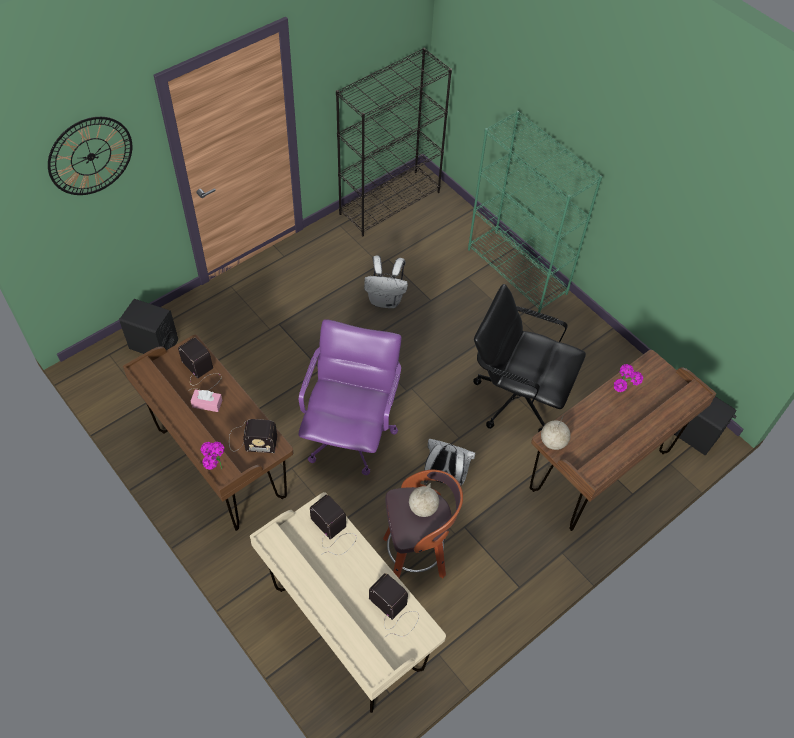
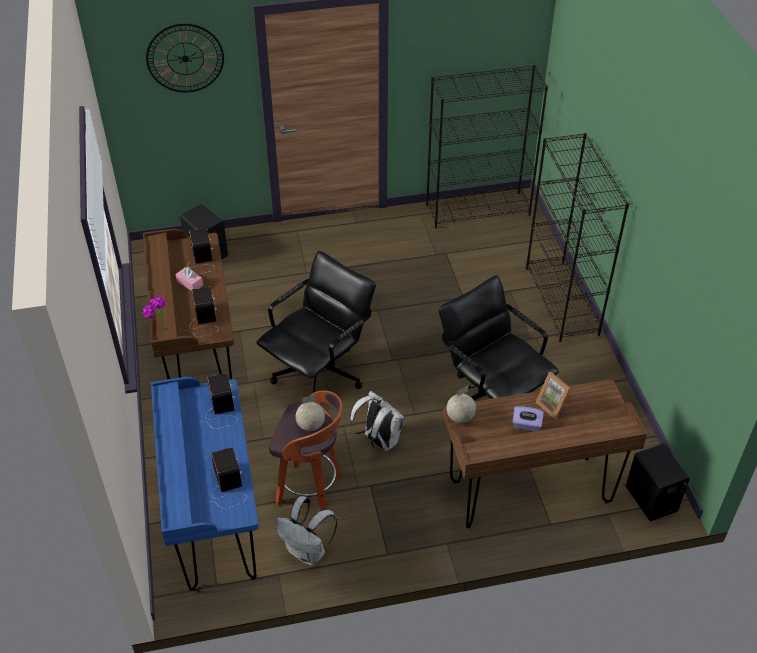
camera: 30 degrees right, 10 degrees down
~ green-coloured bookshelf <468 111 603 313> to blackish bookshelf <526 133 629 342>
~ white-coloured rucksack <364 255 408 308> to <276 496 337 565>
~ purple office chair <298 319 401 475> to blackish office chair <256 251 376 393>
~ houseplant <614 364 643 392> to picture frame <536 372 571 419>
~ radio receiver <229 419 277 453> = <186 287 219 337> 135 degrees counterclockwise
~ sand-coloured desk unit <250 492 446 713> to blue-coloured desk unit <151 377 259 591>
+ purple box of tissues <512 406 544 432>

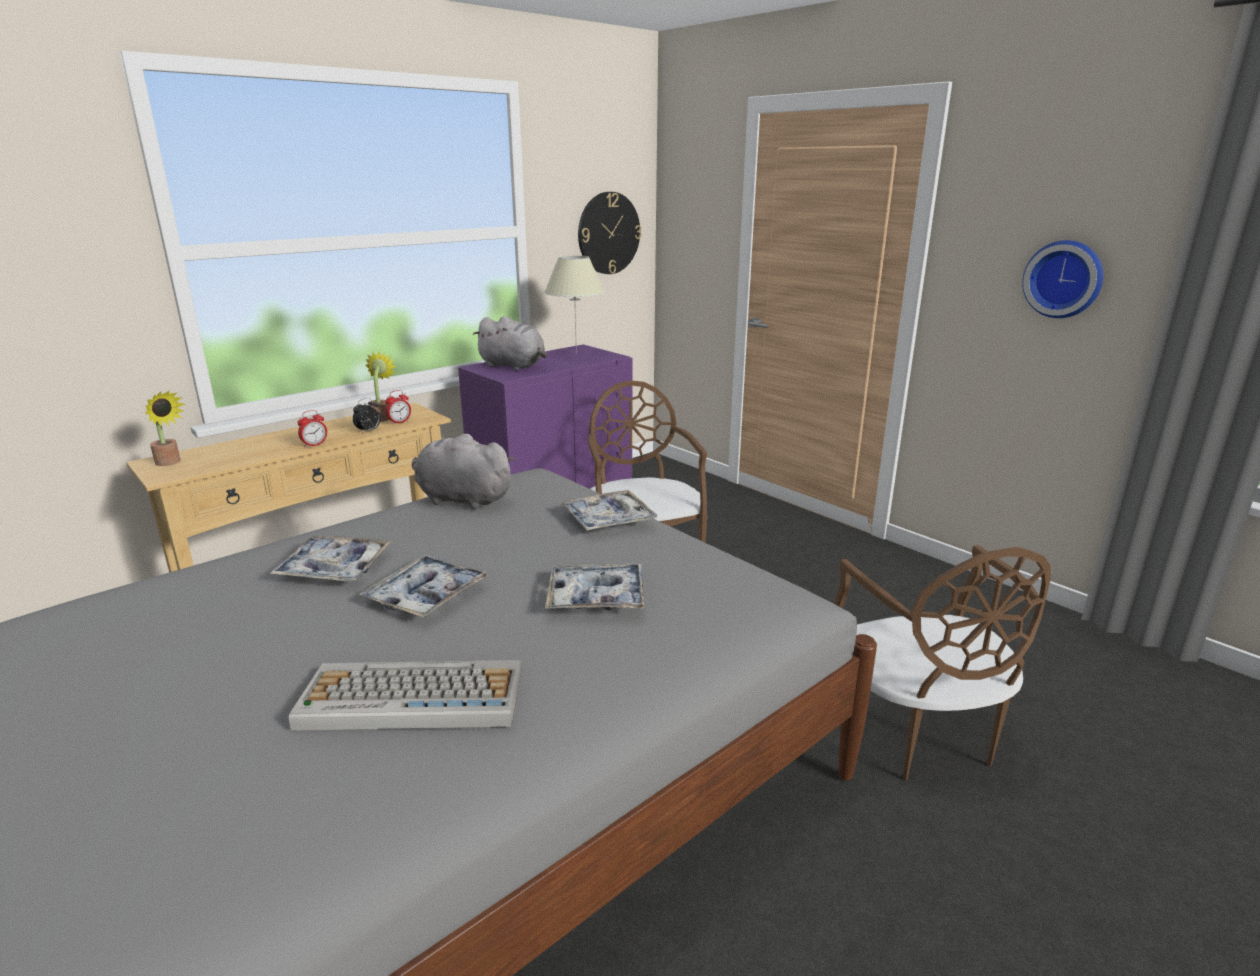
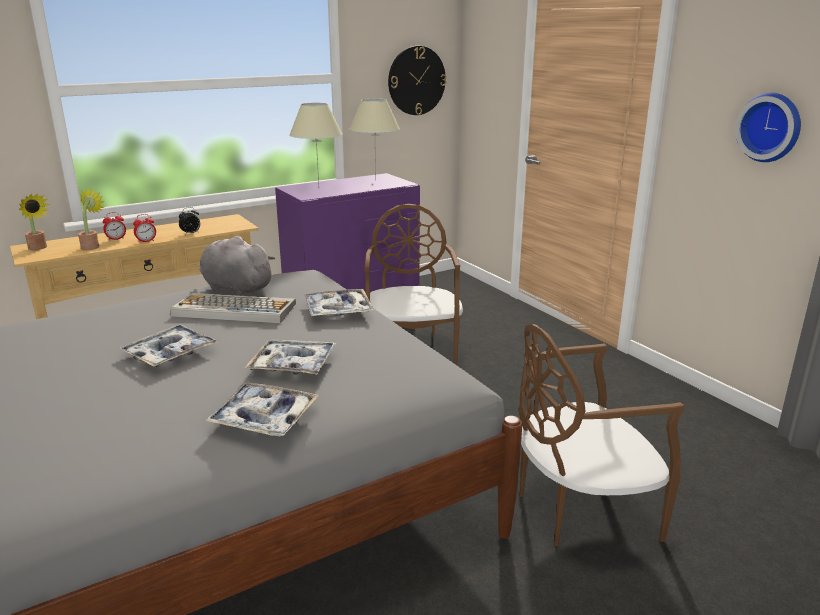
camera: 10 degrees right, 0 degrees up
~ gray plush toy <472 316 547 370> to sand-coloured tabletop lamp <289 103 343 186>
~ houseplant <366 352 396 422> to <78 189 105 250>
~ alarm clock <385 390 411 424> to <103 212 126 241>
~ tray <269 536 391 581> to <205 383 319 436>
~ brownish upright chair <834 545 1051 781> = <518 324 684 546> 75 degrees clockwise
~ keyboard <289 660 522 731> to <170 293 296 323>

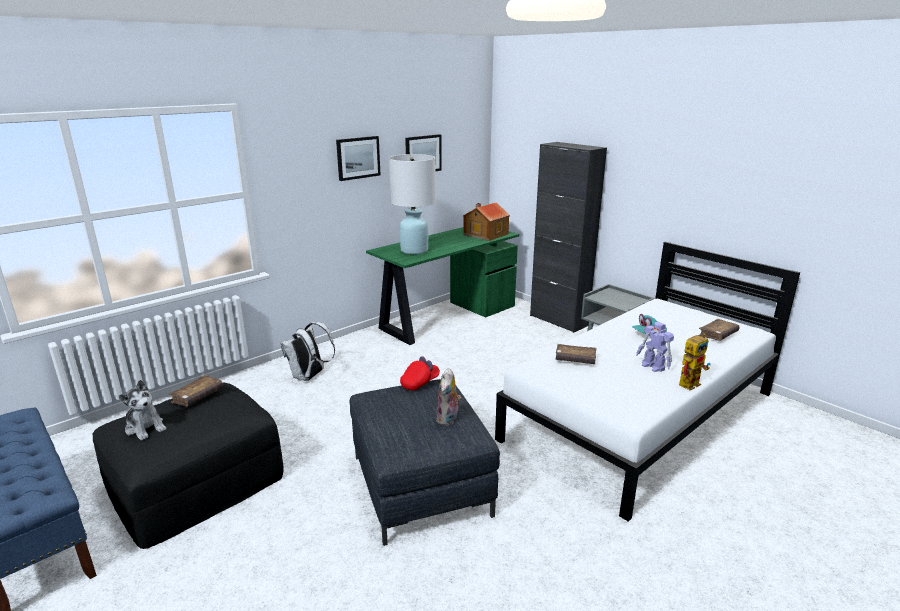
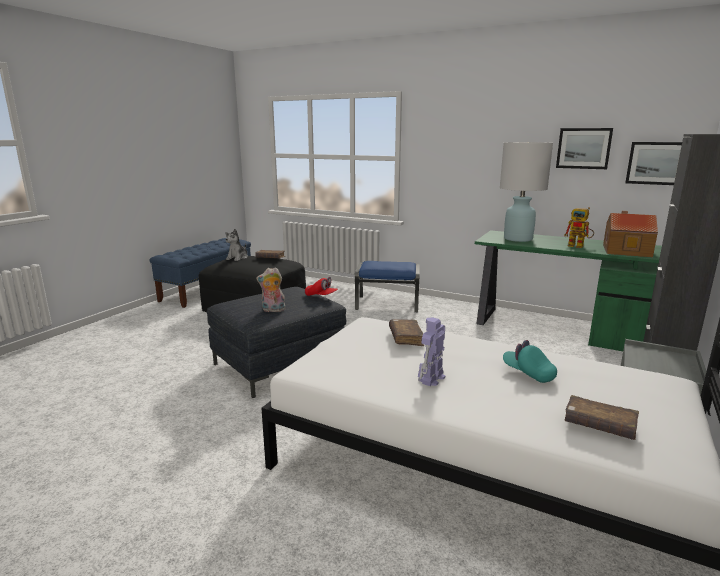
camera: 70 degrees right, 5 degrees down
~ wall picture <336 136 381 181> to <625 142 682 185>
~ white-coloured rucksack <280 322 335 381> to blue-coloured ottoman <355 261 420 312>
~ robot figure <679 333 710 390> to <564 207 594 248>

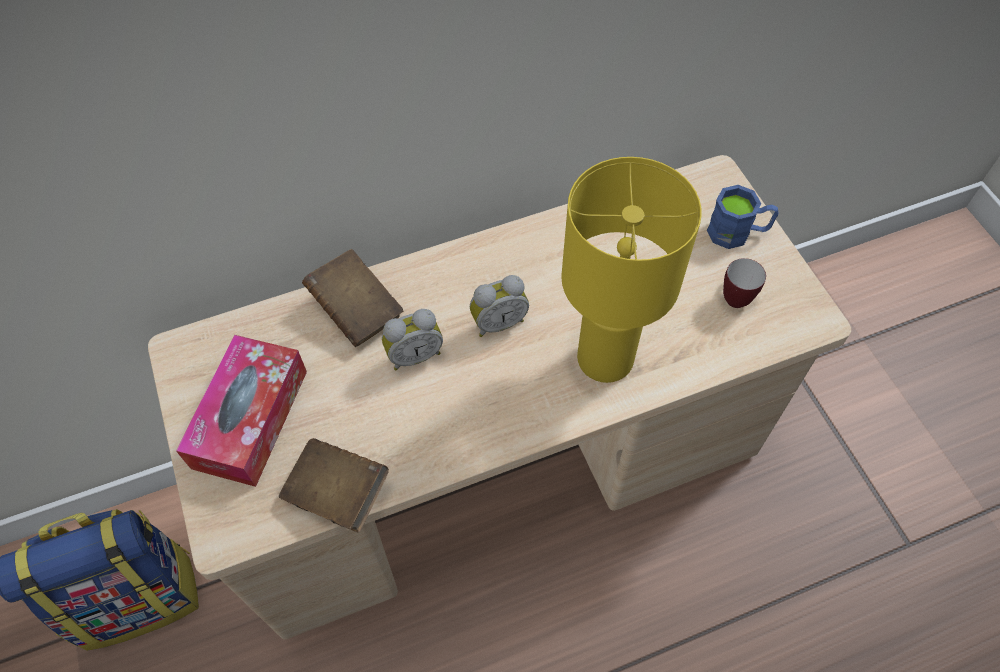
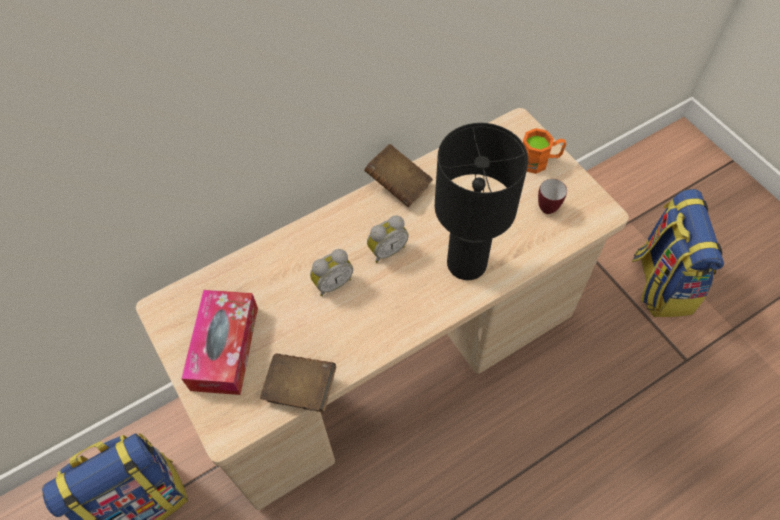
camera: 10 degrees left, 0 degrees up
~ yellow-coloured tabletop lamp <561 157 702 383> to blackish tabletop lamp <435 123 528 280>
~ blue-coloured mug <707 185 778 249> to orange-coloured mug <523 128 566 174>
~ brownish bound book <302 249 403 347> to <364 144 433 207>
+ rucksack <631 189 724 317>

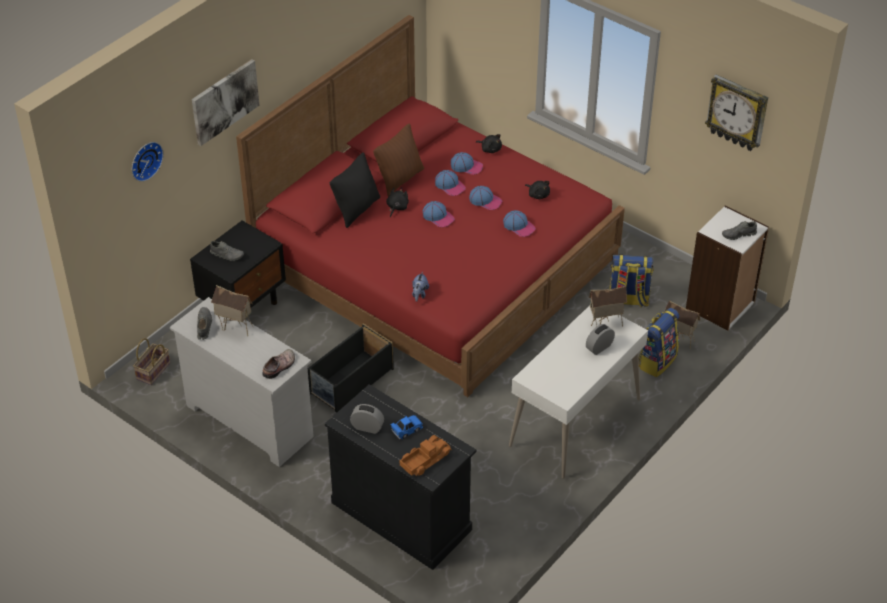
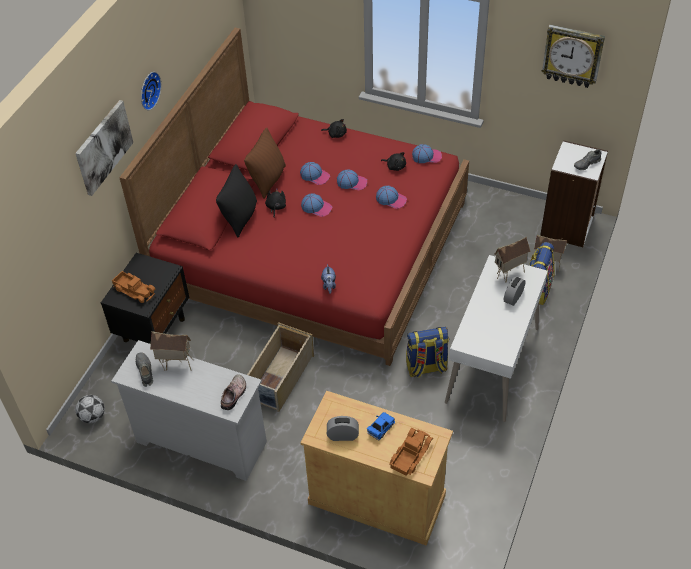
camera: 15 degrees left, 5 degrees up
~ clock on the wall <132 142 164 182> to <141 72 161 110>
~ baseball cap <451 152 483 175> to <412 144 442 163>
~ gray low shoe <210 241 244 261> to toy truck <112 271 155 303>
~ rucksack <610 254 654 308> to <406 327 449 378>
~ blackish storage bin <308 323 394 413> to sand-coloured storage bin <247 322 314 412>
~ storage basket <133 338 170 385> to football ball <75 395 105 423>
~ blackish storage cabinet <325 384 476 570> to sand-coloured storage cabinet <301 391 453 546>

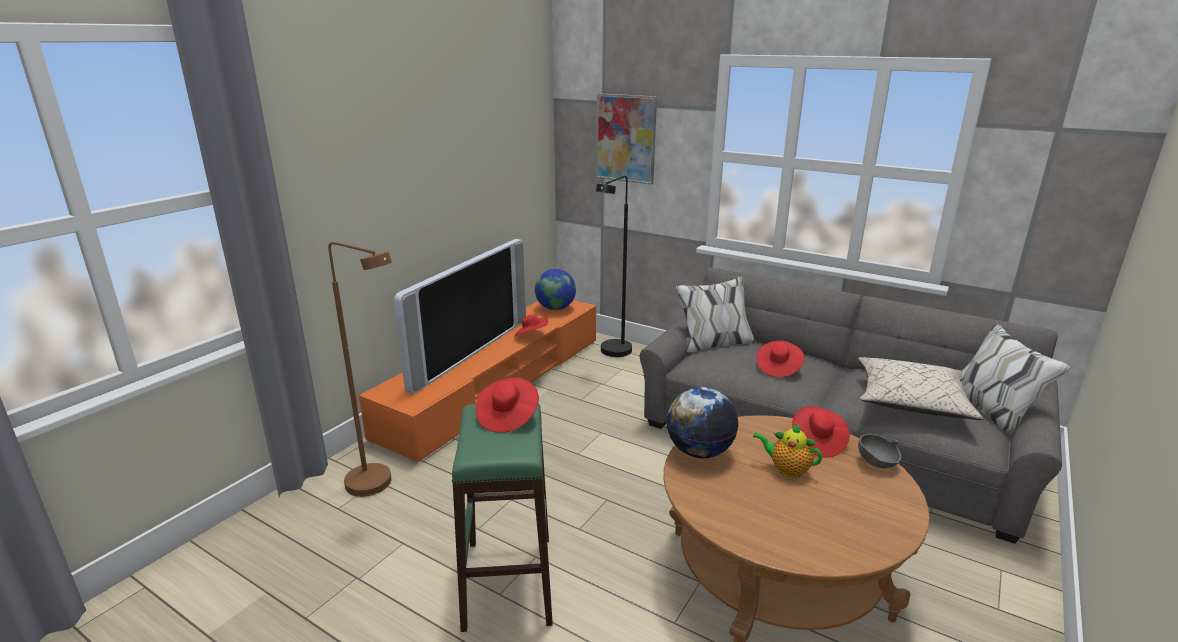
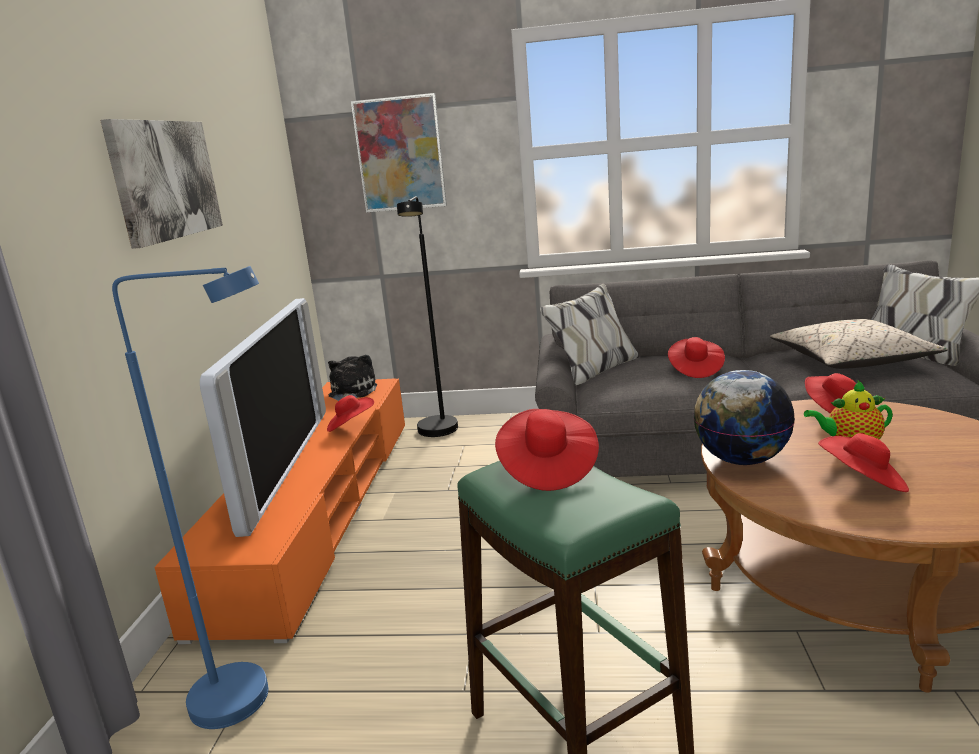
camera: 25 degrees left, 5 degrees down
~ brownish floor lamp <328 242 392 497> to blue-coloured floor lamp <112 266 269 729>
~ globe <535 269 576 310> to plush toy <328 355 377 401>
- gray deep dish <858 434 901 468>
+ wall picture <100 119 223 249>
+ reddish hat <818 433 909 492>

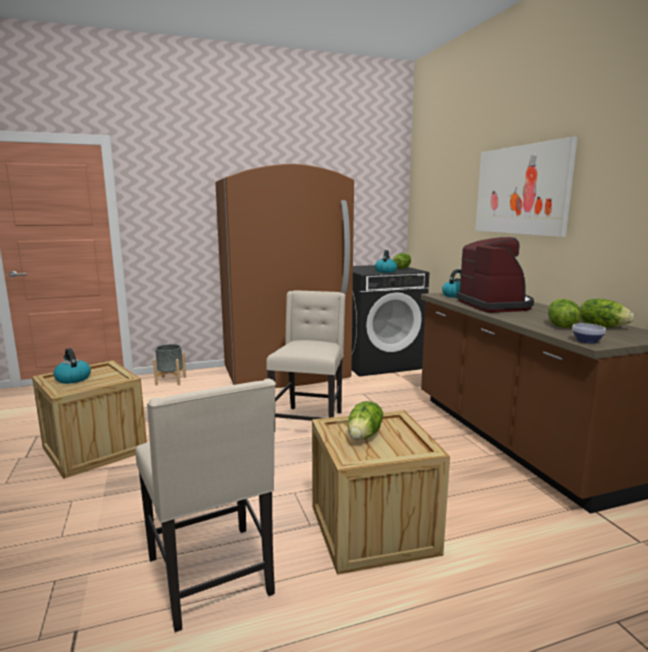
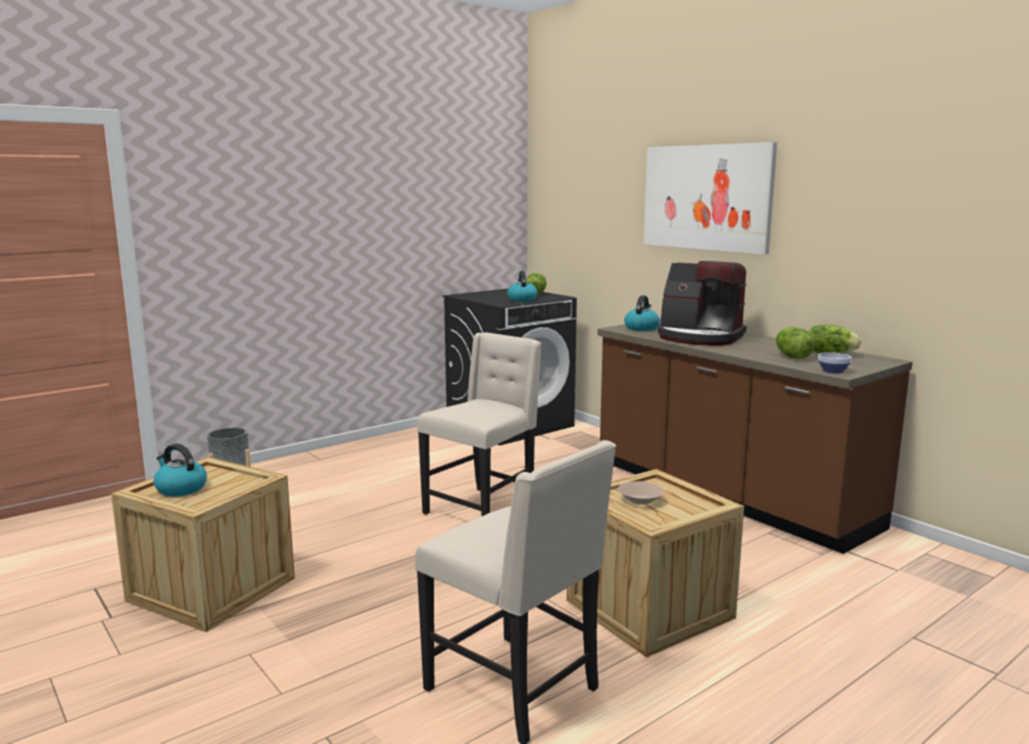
camera: 20 degrees left, 0 degrees up
- brownish kitchen fridge <215 164 354 388>
~ coffee brewer <456 237 534 313> = <657 261 747 346> 150 degrees clockwise
~ sand-coloured upright chair <266 290 346 433> = <417 332 542 517> 45 degrees clockwise
~ head of lettuce <348 401 383 440> to sand-coloured deep dish <618 481 664 505>

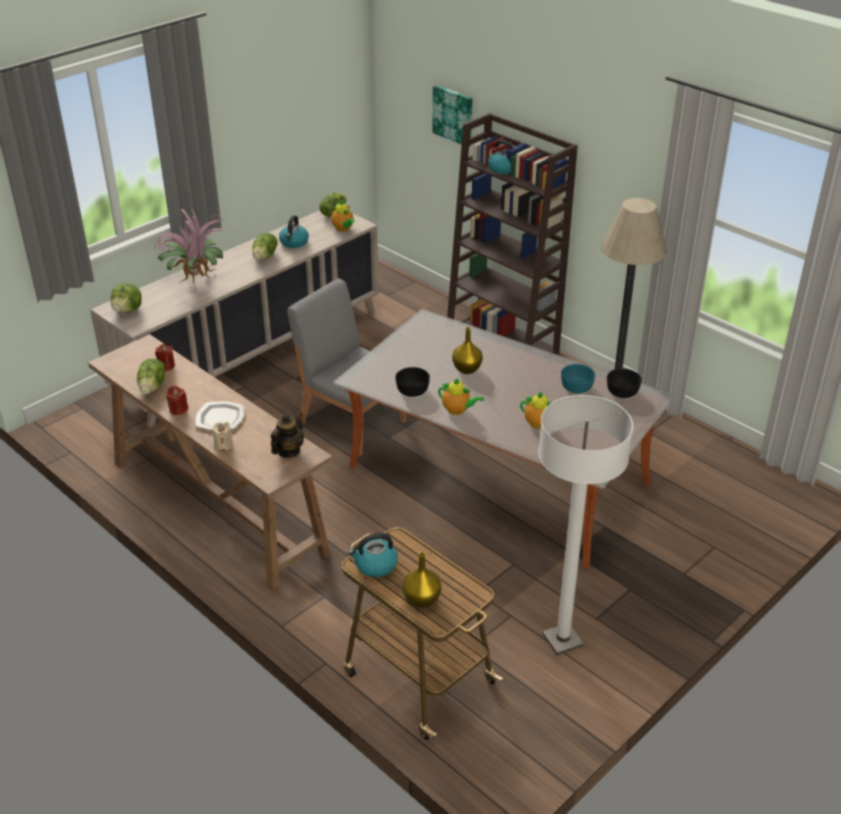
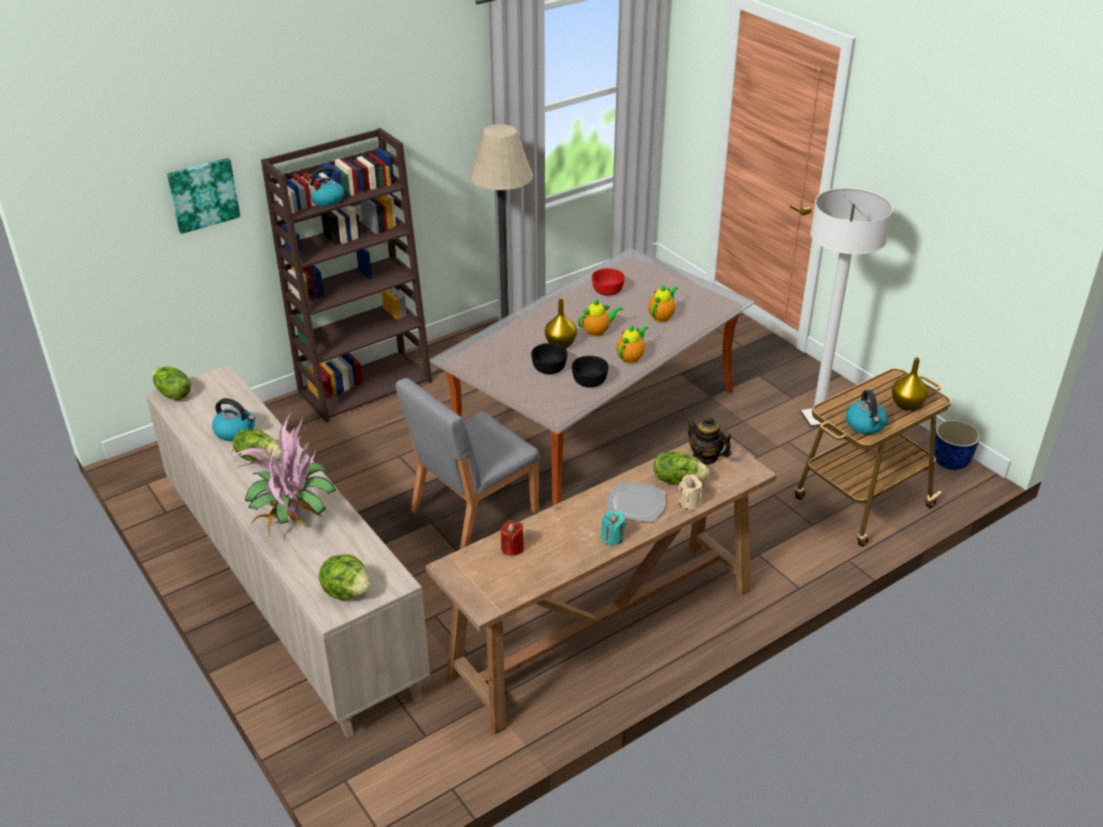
camera: 80 degrees left, 0 degrees up
~ tea pot <331 200 355 232> to <578 299 623 337>
~ head of lettuce <137 358 165 394> to <654 452 709 485>
~ blue-green deep dish <561 364 595 393> to reddish deep dish <592 268 625 296>
~ blackish deep dish <607 368 642 398> to <531 343 567 374>
~ reddish candle <166 386 188 415> to blue-green candle <601 511 626 545>
+ plant pot <934 420 980 470>

